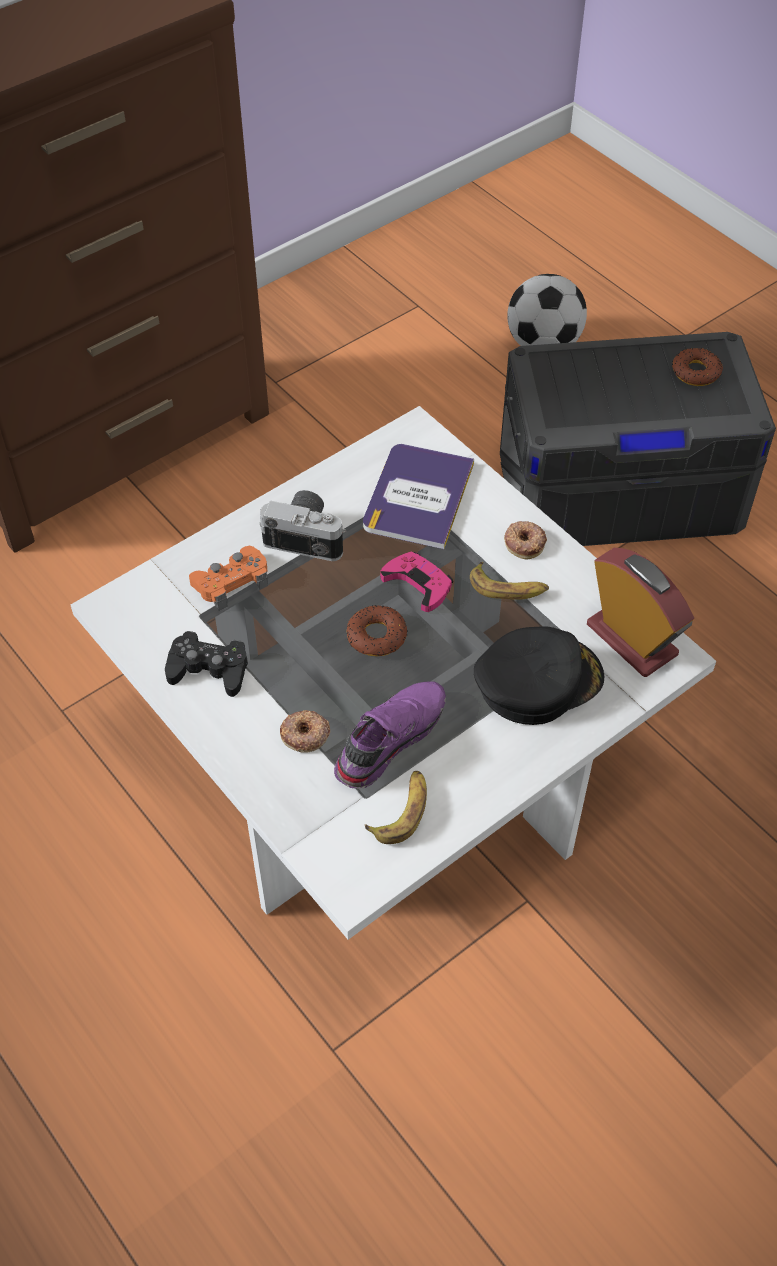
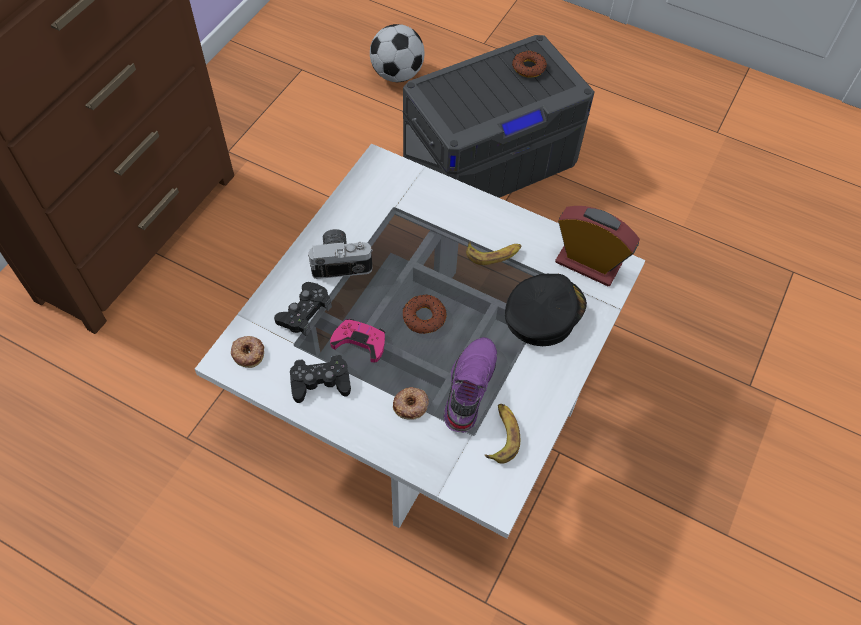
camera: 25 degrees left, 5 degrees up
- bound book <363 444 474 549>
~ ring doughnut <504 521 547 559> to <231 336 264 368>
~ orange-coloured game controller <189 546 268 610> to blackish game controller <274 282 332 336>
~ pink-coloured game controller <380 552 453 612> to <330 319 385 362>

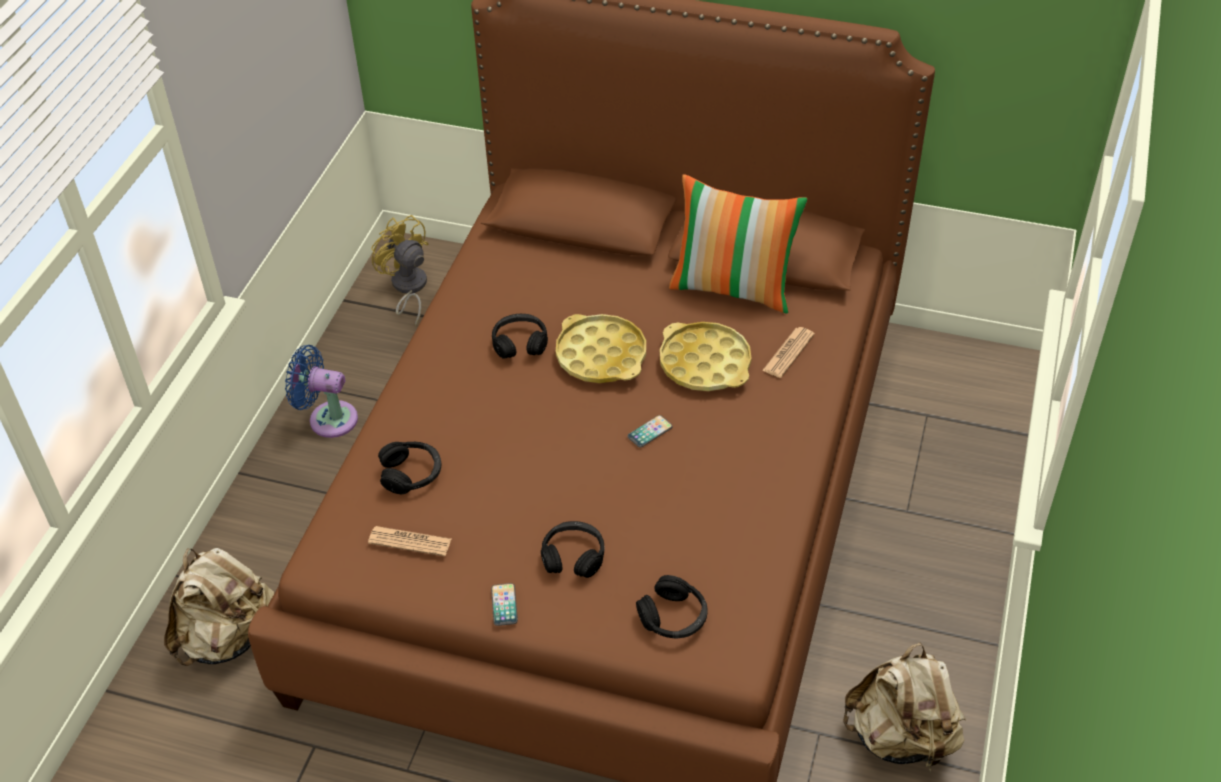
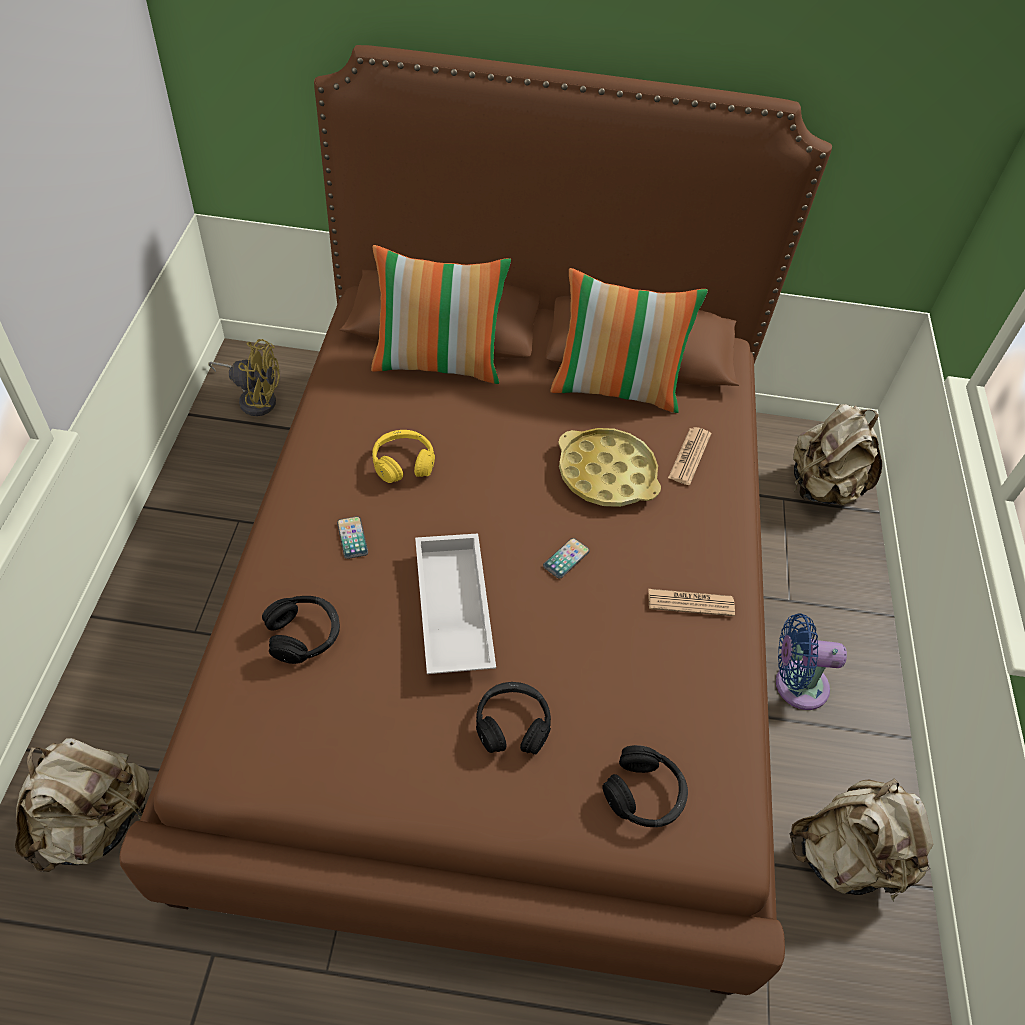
camera: 15 degrees left, 5 degrees up
~ yellow-coloured fan <371 215 429 327> = <208 339 280 416> 150 degrees clockwise
~ blackish headphones <492 314 548 359> to yellow-coloured headphones <372 430 435 483>
- yellow-coloured tray <556 314 646 383>
~ blue-coloured fan <285 345 358 438> to <776 613 847 710>
~ newspaper <368 526 451 556> to <648 589 735 616>
~ phone <491 583 518 626> to <337 516 368 559>
+ throw pillow <371 245 511 384>
+ sand-coloured rucksack <793 404 882 506>
+ white-coloured tray <415 533 496 674>

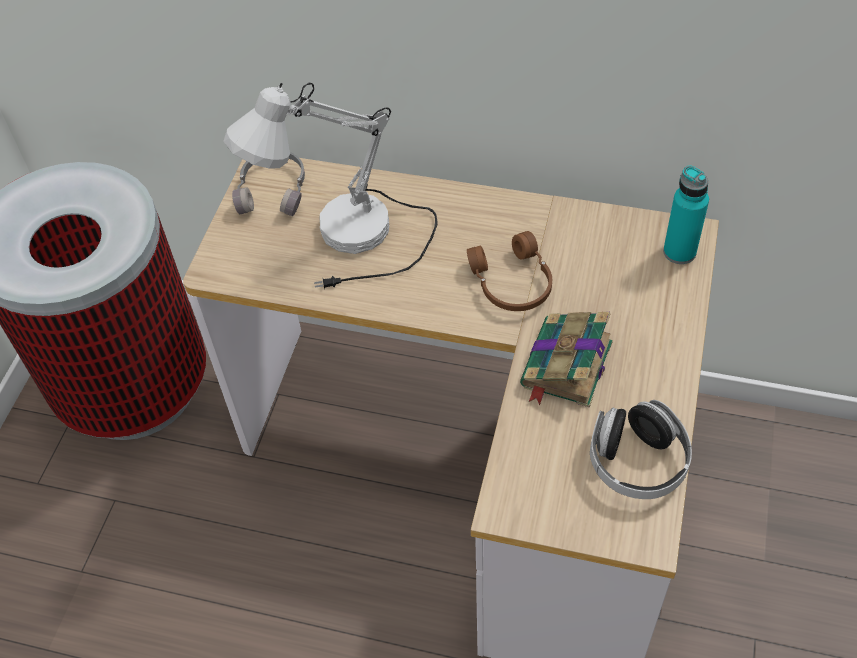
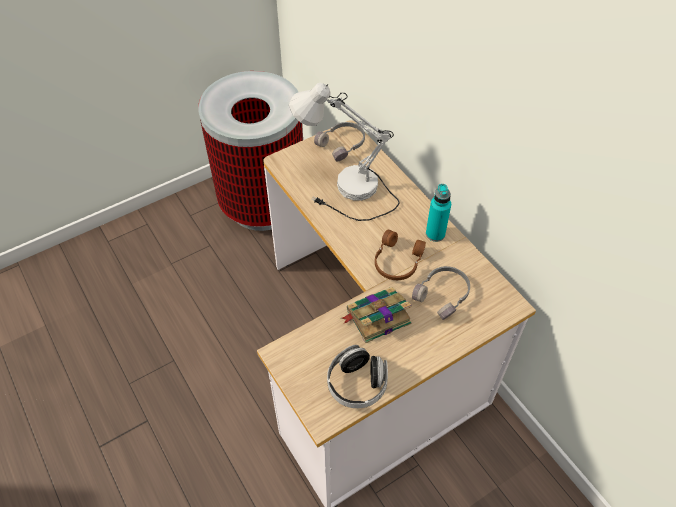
camera: 40 degrees right, 0 degrees up
~ blue-green bottle <663 166 709 264> to <426 184 451 242>
+ gray headphones <412 266 470 320>

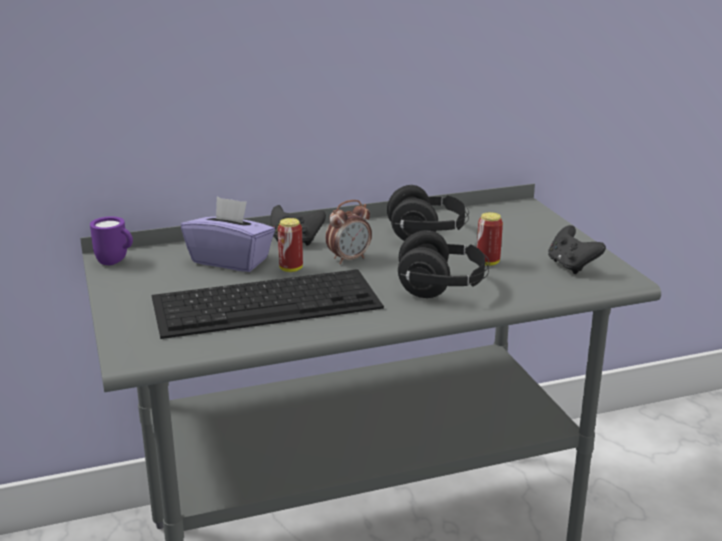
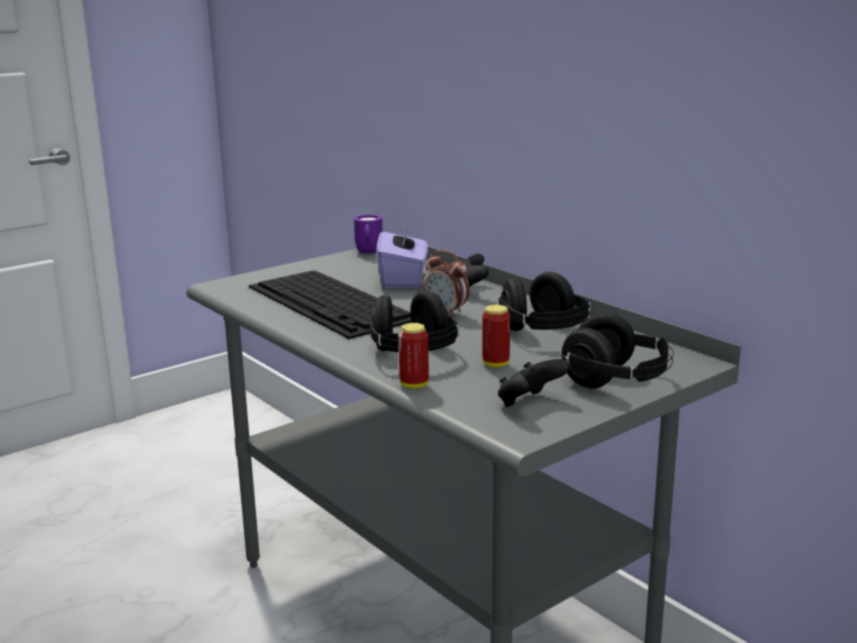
camera: 70 degrees right, 5 degrees down
~ can <278 218 303 272> to <398 323 429 389>
+ blackish headphones <561 313 674 389>

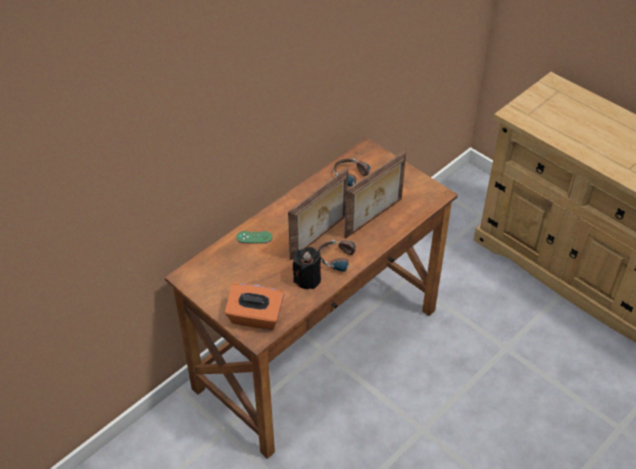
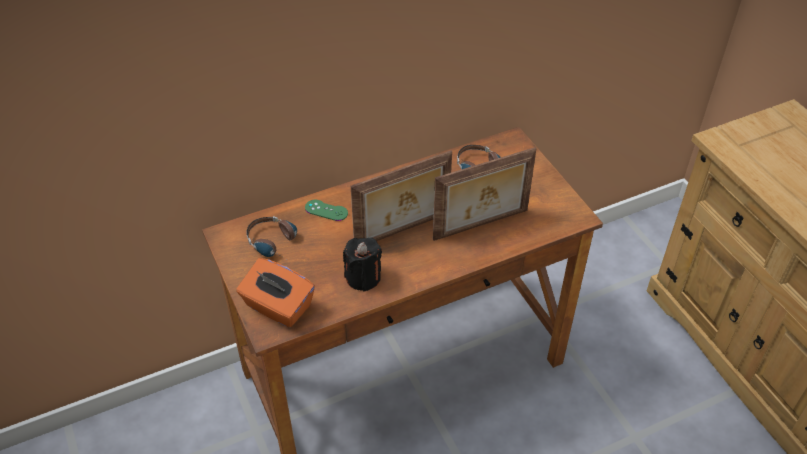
camera: 20 degrees right, 0 degrees up
~ headphones <318 240 357 271> to <246 216 297 262>

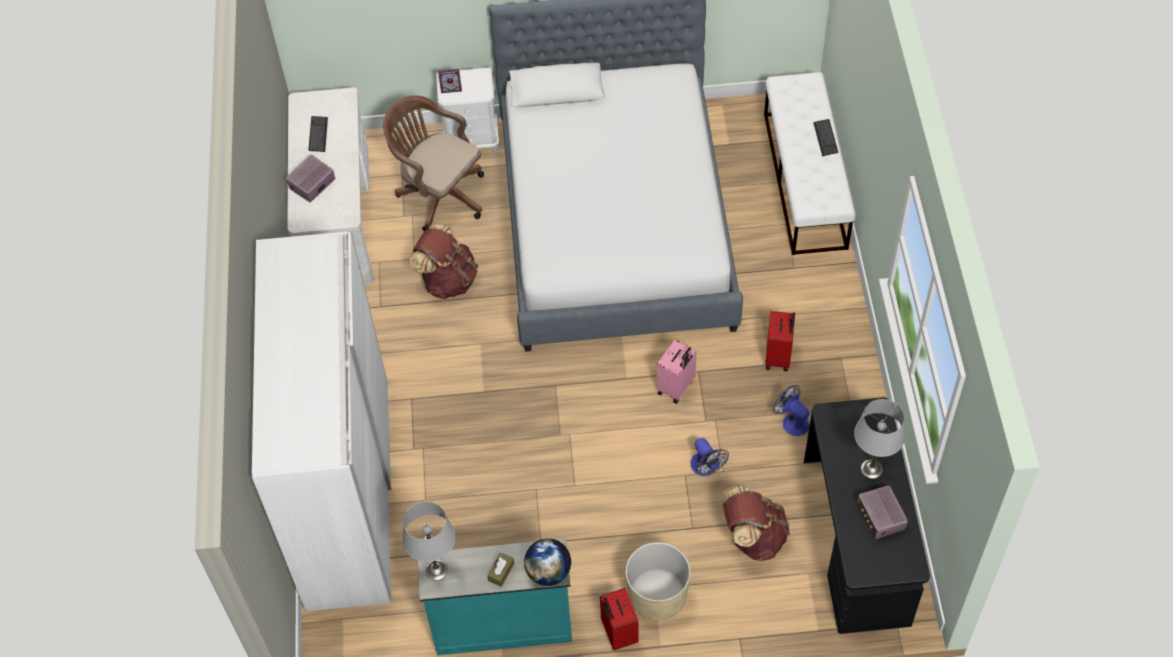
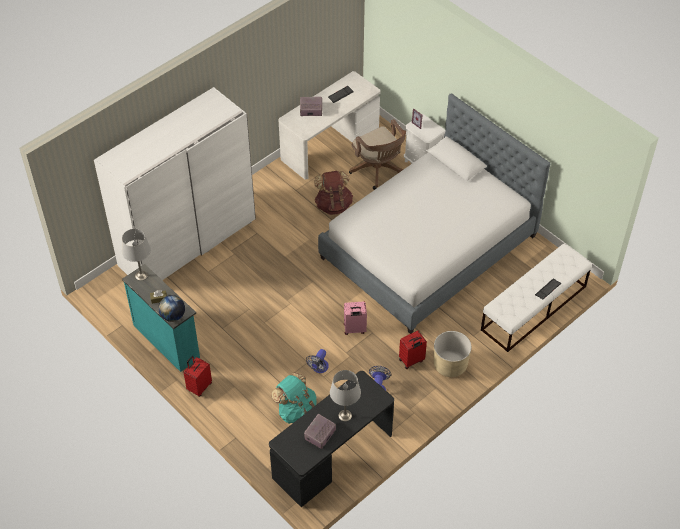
camera: 50 degrees right, 5 degrees down
~ brownish office chair <383 95 484 231> = <349 119 406 190> 150 degrees clockwise
~ brownish rucksack <723 485 790 561> to blue-green rucksack <272 372 317 424>
~ sand-coloured plant pot <625 542 691 620> to <434 331 472 377>

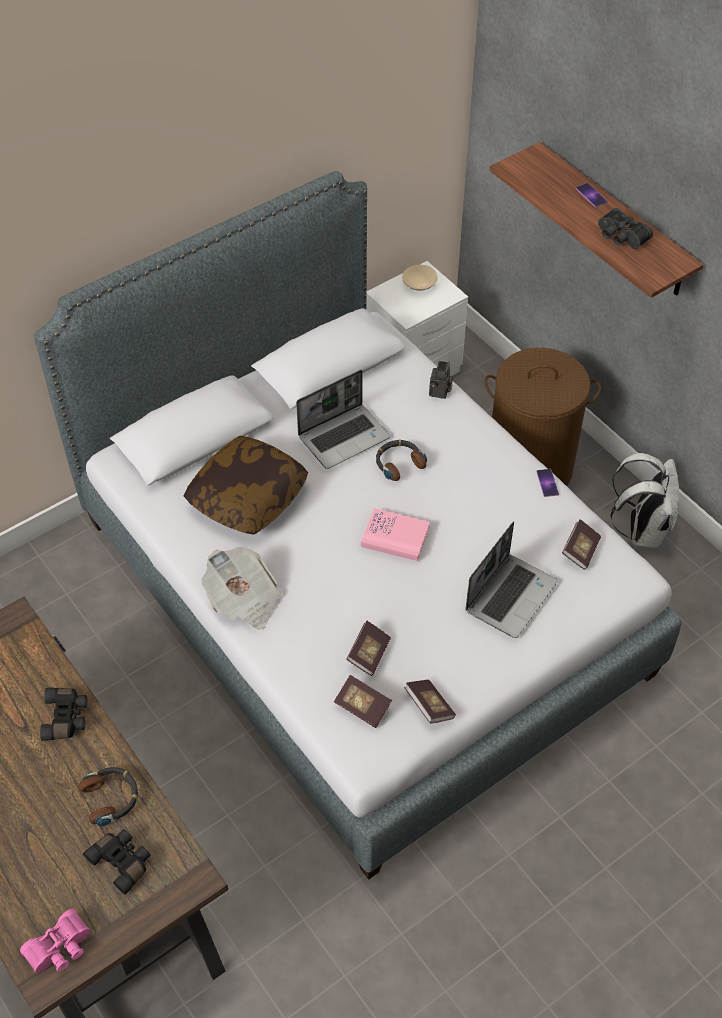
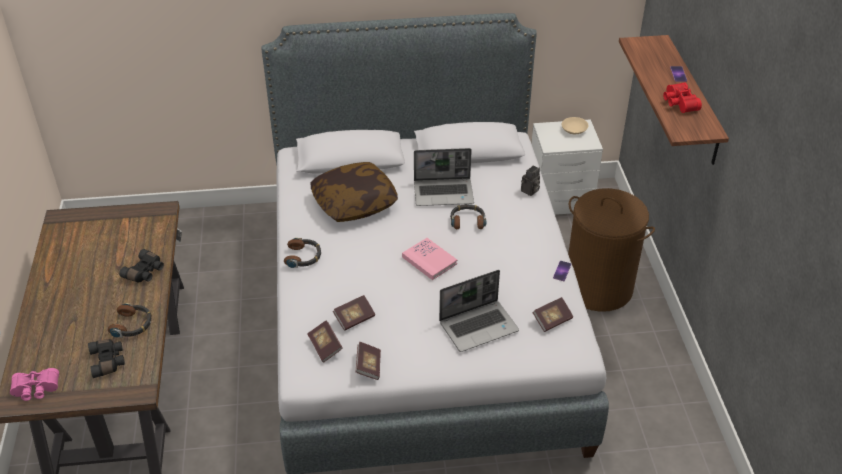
camera: 30 degrees right, 10 degrees down
~ blackish binoculars <598 208 653 249> to reddish binoculars <663 82 702 113>
- white-coloured rucksack <611 453 679 548>
~ newspaper <201 547 282 629> to headphones <284 238 321 268>

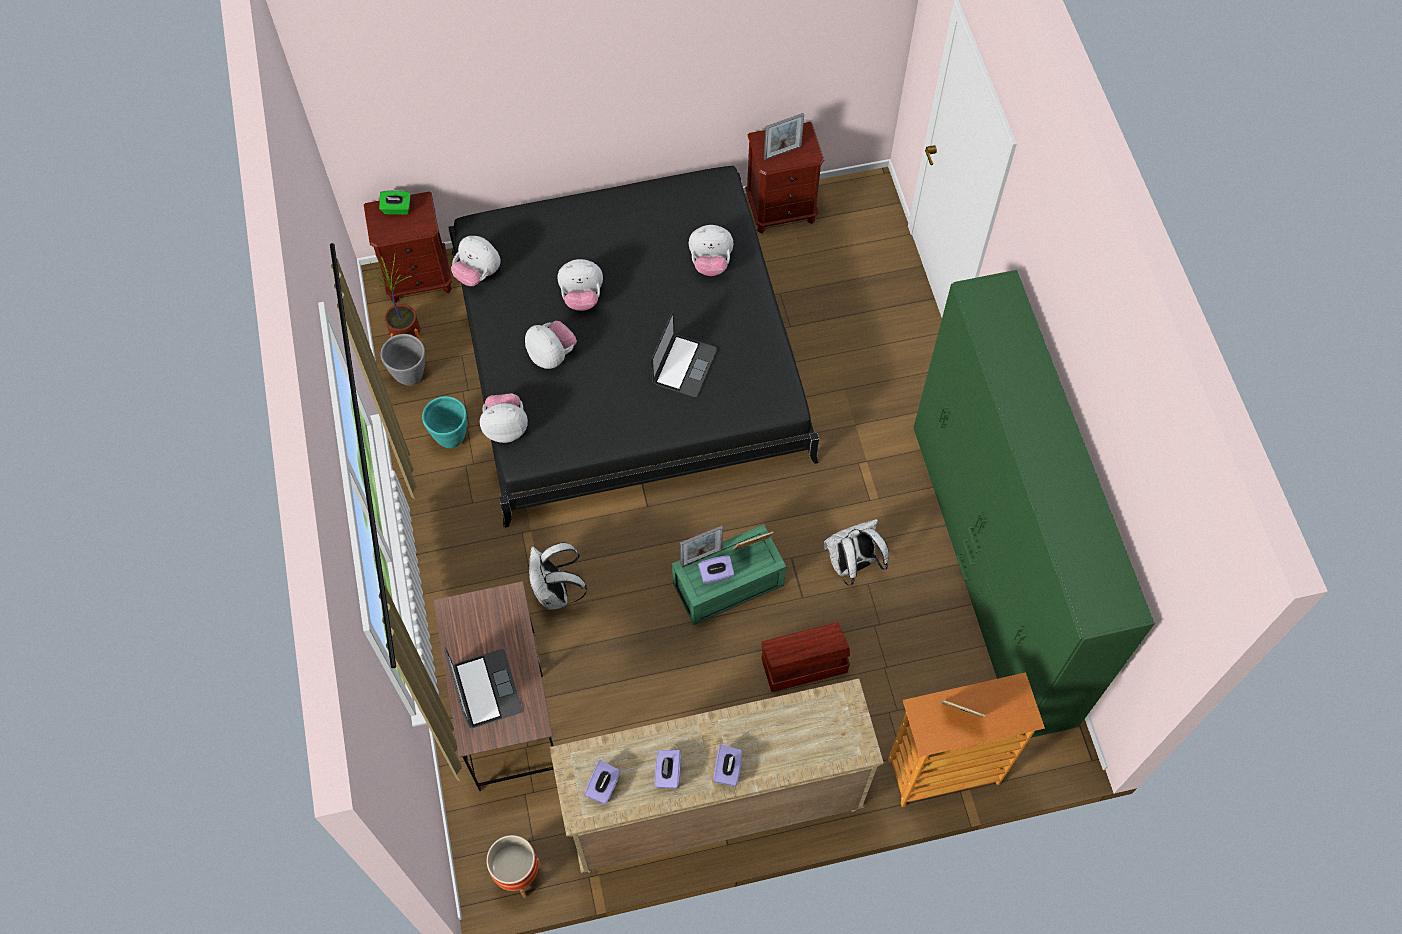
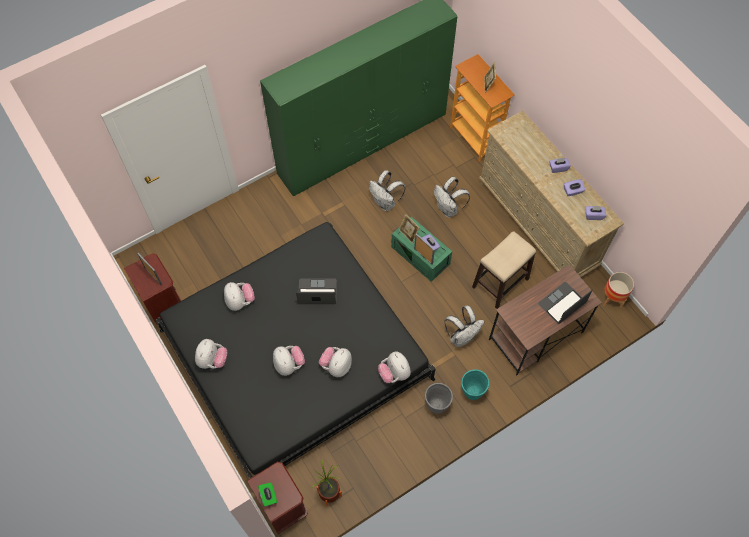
camera: 110 degrees left, 0 degrees up
~ plush toy <451 236 500 286> to <195 339 227 369>
~ gray plant pot <380 334 425 386> to <425 383 453 414>
~ blue-green plant pot <422 396 467 448> to <461 370 489 400>
~ brownish storage bin <761 622 850 692> to white-coloured rucksack <434 177 470 218>
+ sitting stool <472 231 536 309>

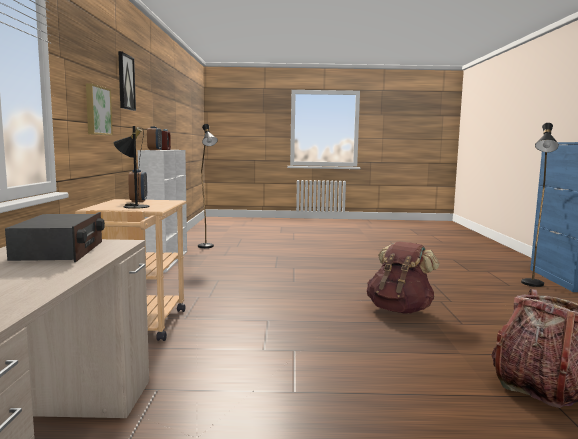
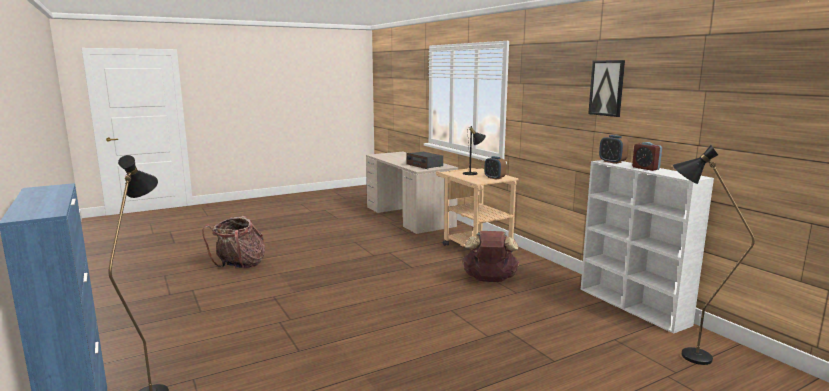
camera: 150 degrees right, 5 degrees up
- wall picture <86 83 113 135>
~ brownish rucksack <367 241 440 314> to <462 231 519 282>

